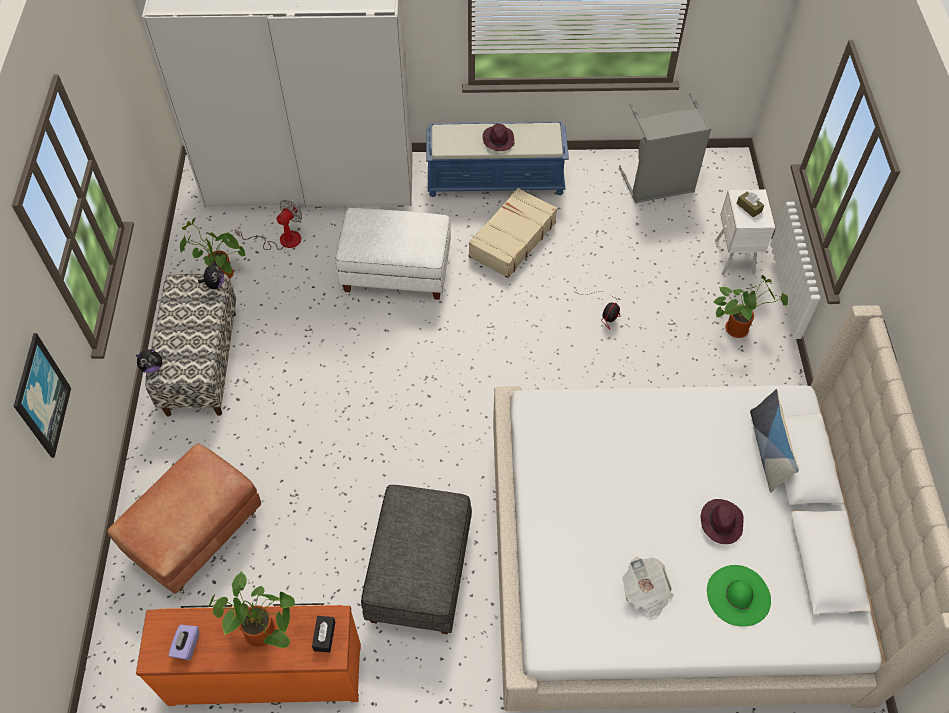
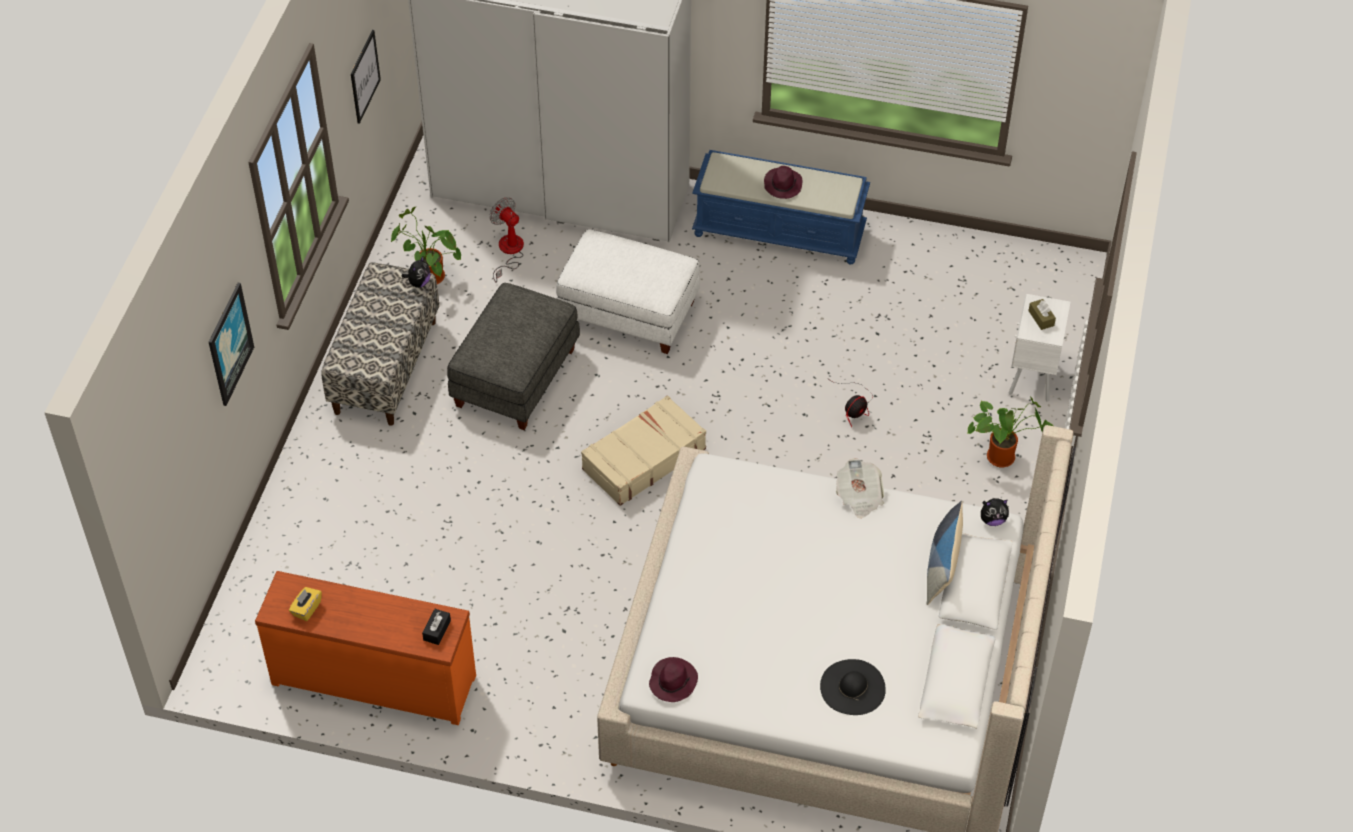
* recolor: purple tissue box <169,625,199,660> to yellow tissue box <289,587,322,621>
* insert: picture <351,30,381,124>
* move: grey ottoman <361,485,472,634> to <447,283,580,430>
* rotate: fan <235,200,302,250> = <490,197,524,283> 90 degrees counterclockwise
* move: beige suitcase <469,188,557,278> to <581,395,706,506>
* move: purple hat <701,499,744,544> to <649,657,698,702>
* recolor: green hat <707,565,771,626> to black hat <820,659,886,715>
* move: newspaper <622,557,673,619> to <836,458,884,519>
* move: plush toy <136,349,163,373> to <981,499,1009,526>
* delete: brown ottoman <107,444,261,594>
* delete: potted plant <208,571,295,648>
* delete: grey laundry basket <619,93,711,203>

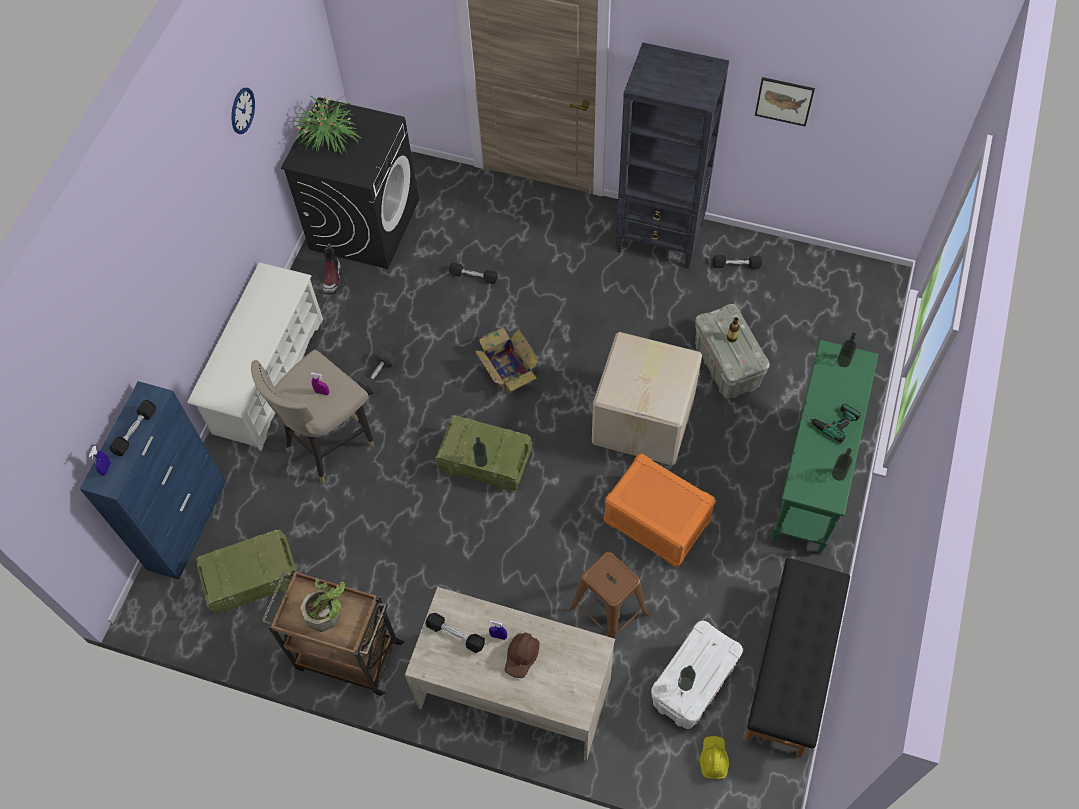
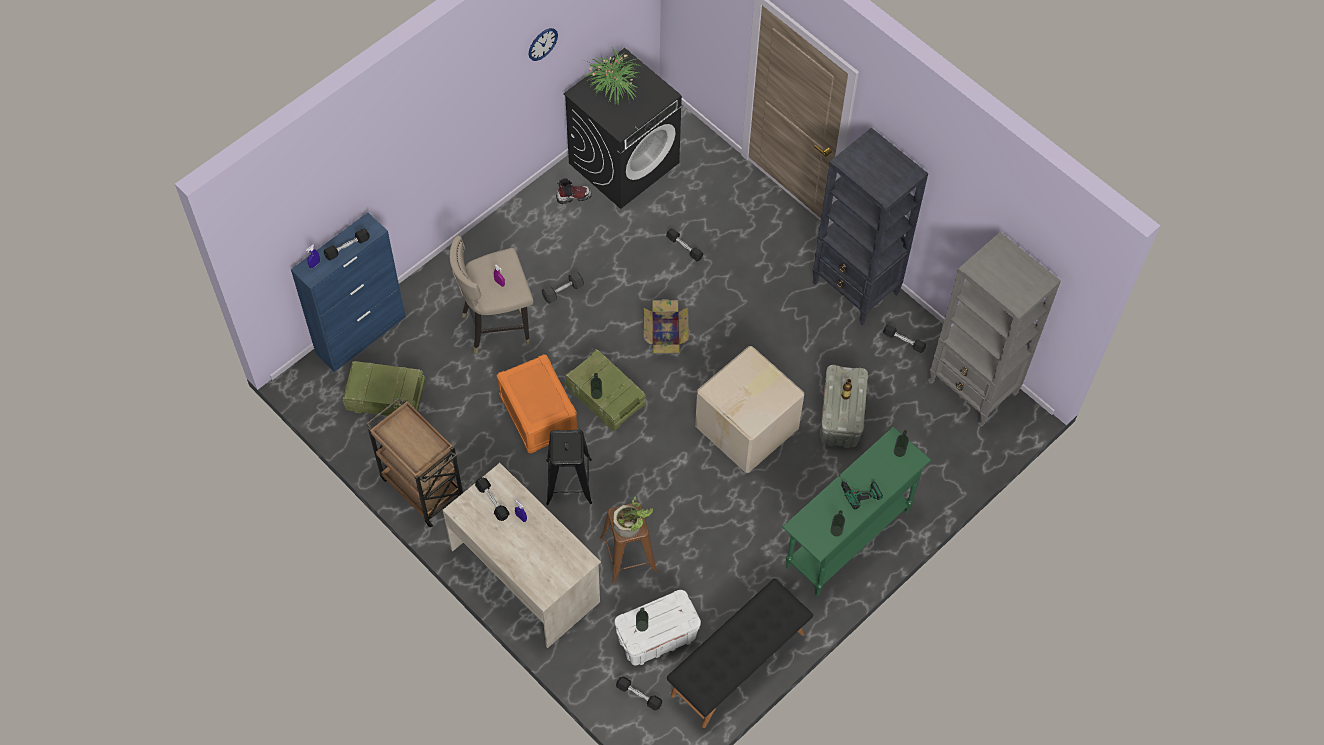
* move: orange storage box <604,453,716,567> to <497,354,578,453>
* insert: black stool <546,430,592,505>
* rotate: boot <323,243,342,295> = <556,178,592,204> 135 degrees counterclockwise
* move: potted plant <301,578,345,632> to <613,496,653,538>
* replace: yellow hard hat <700,736,729,779> to black dumbbell <616,677,662,710>
* insert: grey bookcase <928,232,1061,427>
* delete: white shoe rack <187,262,323,451>
* delete: brown hard hat <505,632,540,678>
* delete: picture <755,77,815,127>

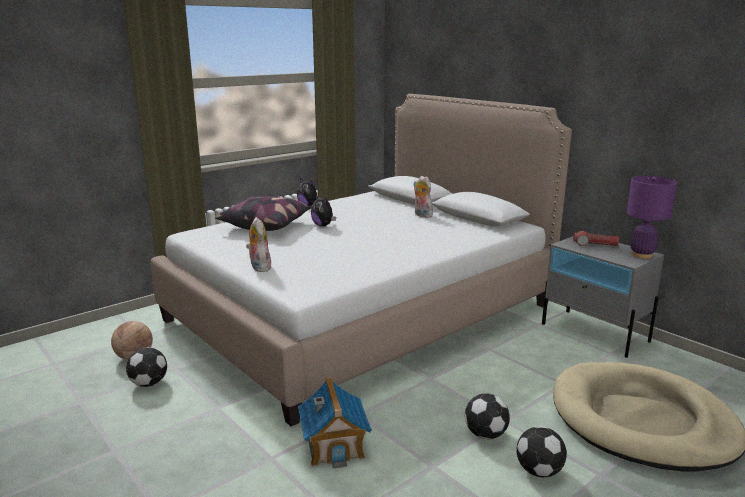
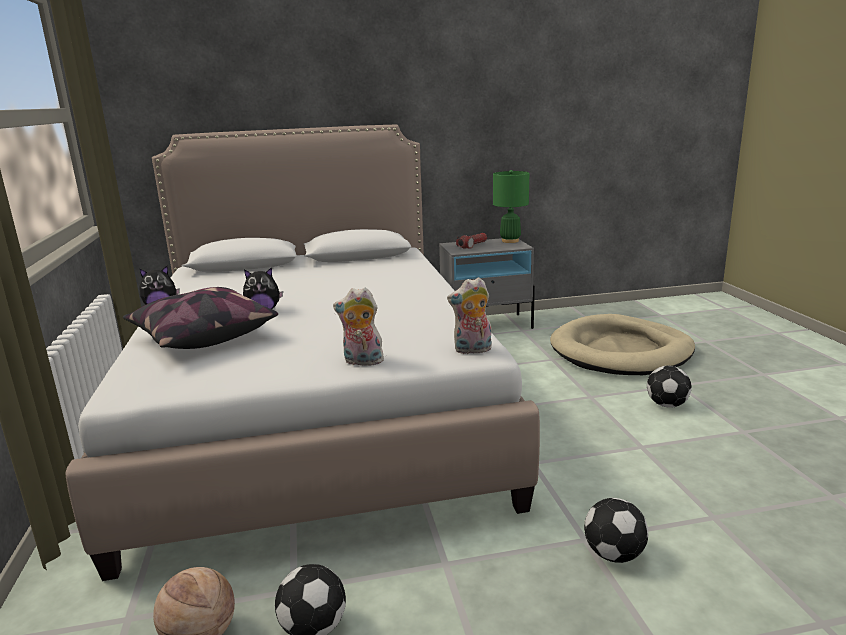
* move: plush toy <413,176,433,218> to <447,277,492,354>
* recolor: purple table lamp <627,176,677,259> to green table lamp <493,170,529,243>
* move: football <465,393,510,439> to <584,498,648,563>
* delete: toy house <298,377,372,469>

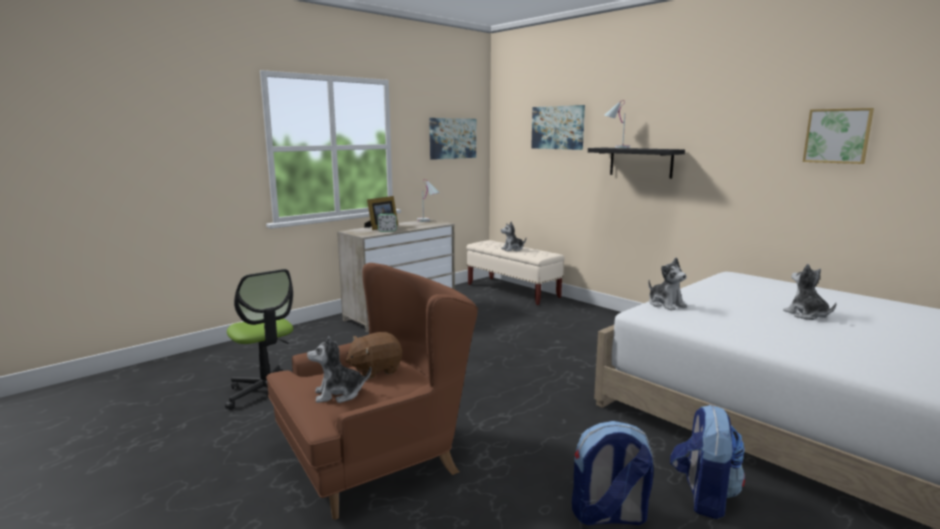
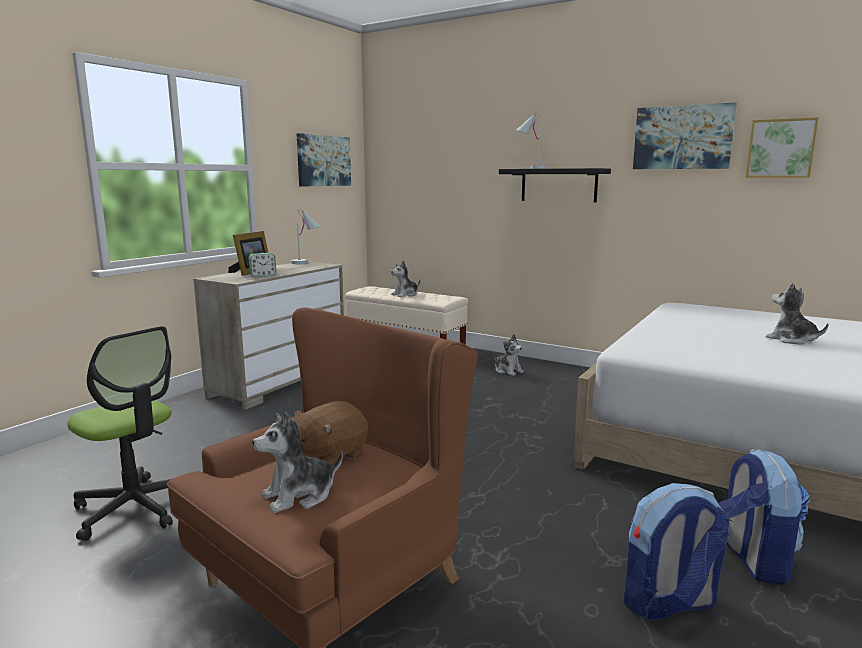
* move: plush toy <648,258,687,311> to <493,334,524,376>
* move: picture <531,105,585,150> to <633,102,737,169>

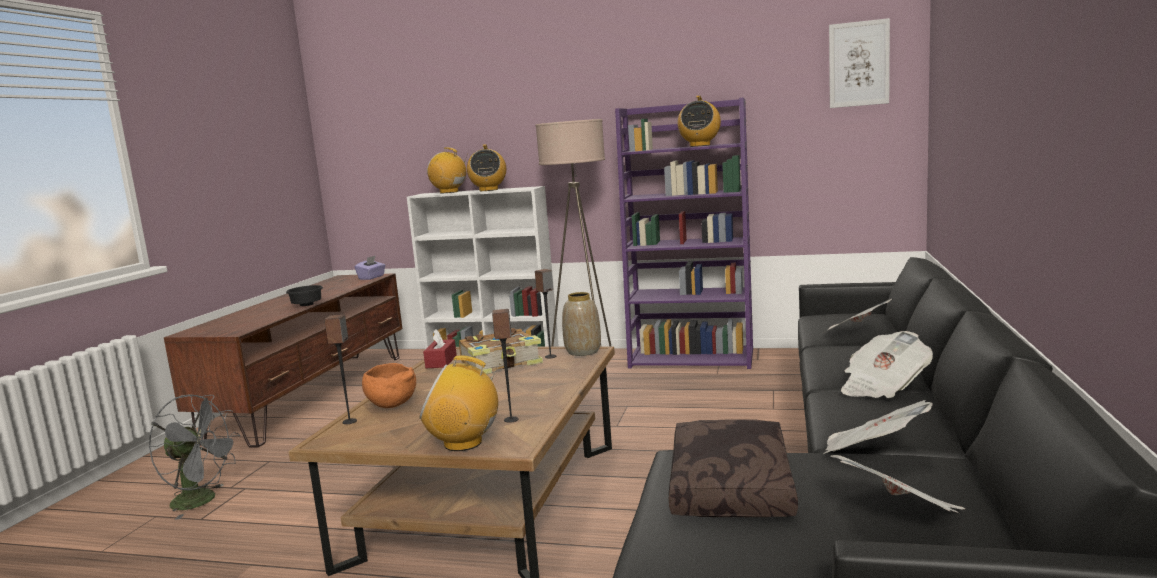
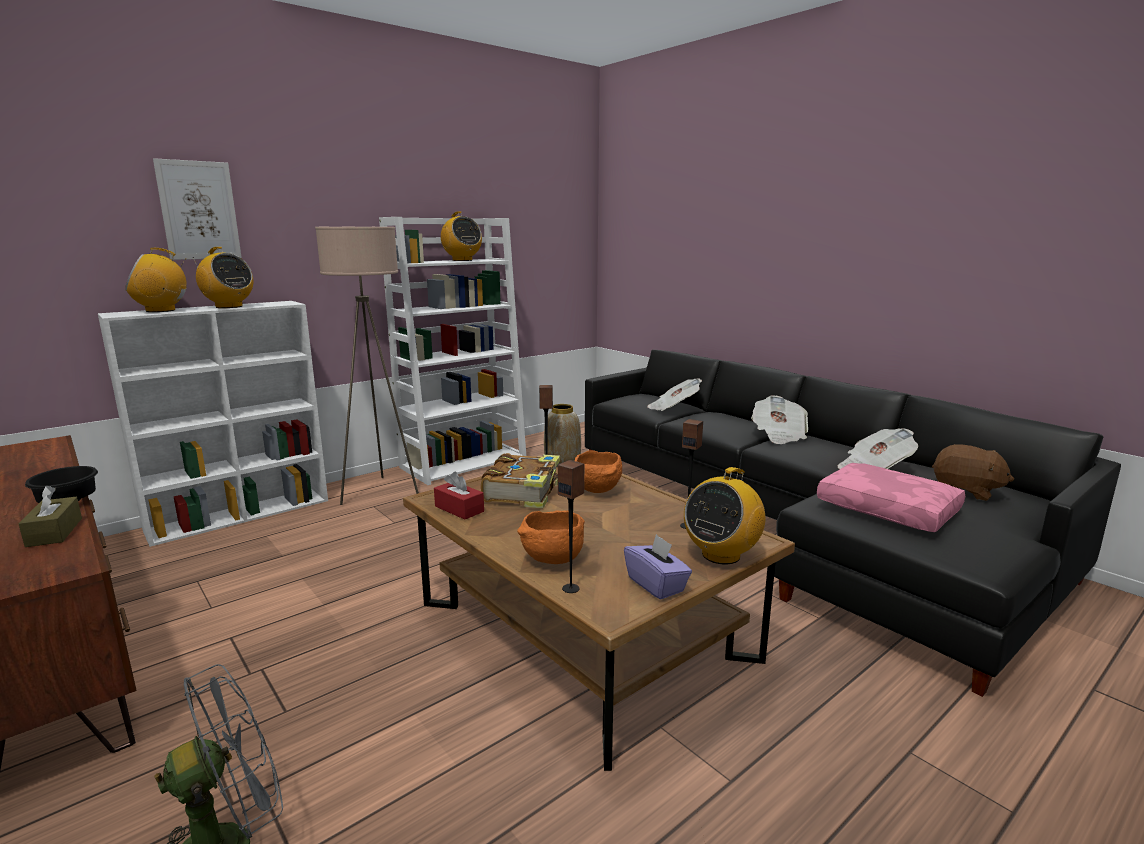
* insert: brown tissue box <19,486,82,547>
* move: picture <829,18,890,108> to <153,158,242,260>
* recolor: purple bookcase <615,98,753,369> to white bookcase <379,217,526,485>
* insert: orange bowl <574,450,622,493>
* move: purple tissue box <355,255,386,280> to <624,534,692,600>
* recolor: brown pillow <669,419,798,517> to pink pillow <817,463,965,532>
* replace: newspaper <831,455,965,513> to brown plush toy <932,444,1014,501>

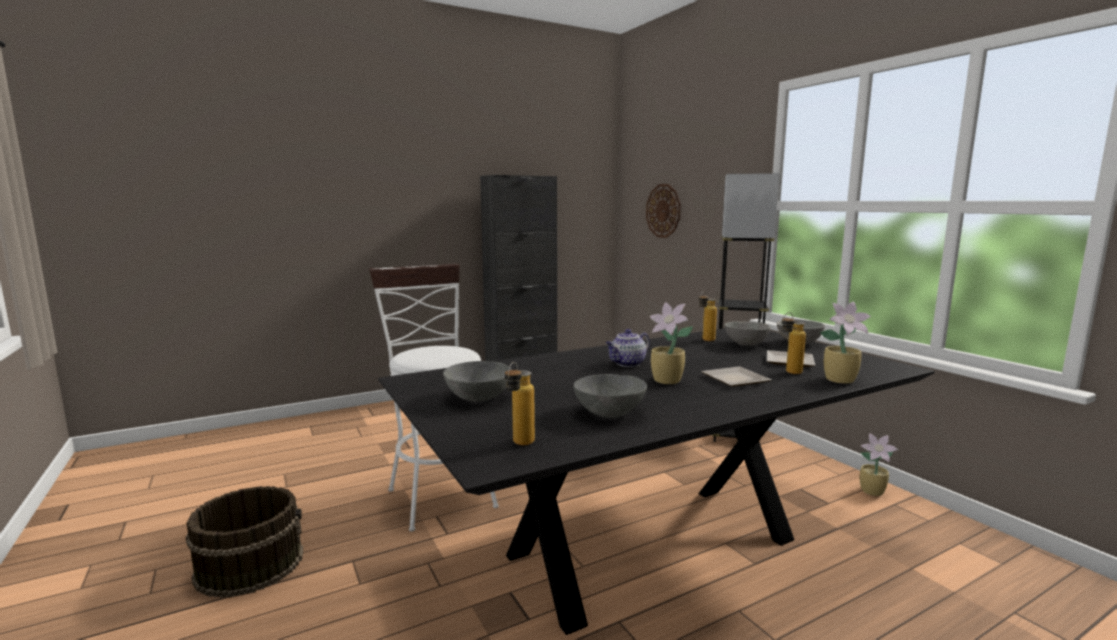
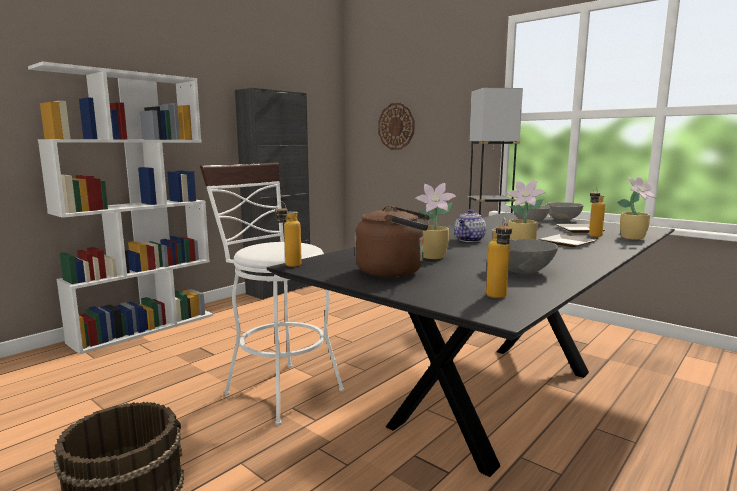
* insert: white bookcase <28,62,213,354>
* move: bottle <699,291,717,341> to <275,202,302,267>
* replace: grey bowl <443,361,512,402> to brown kettle <355,206,430,277>
* move: potted plant <860,433,898,496> to <415,183,457,259>

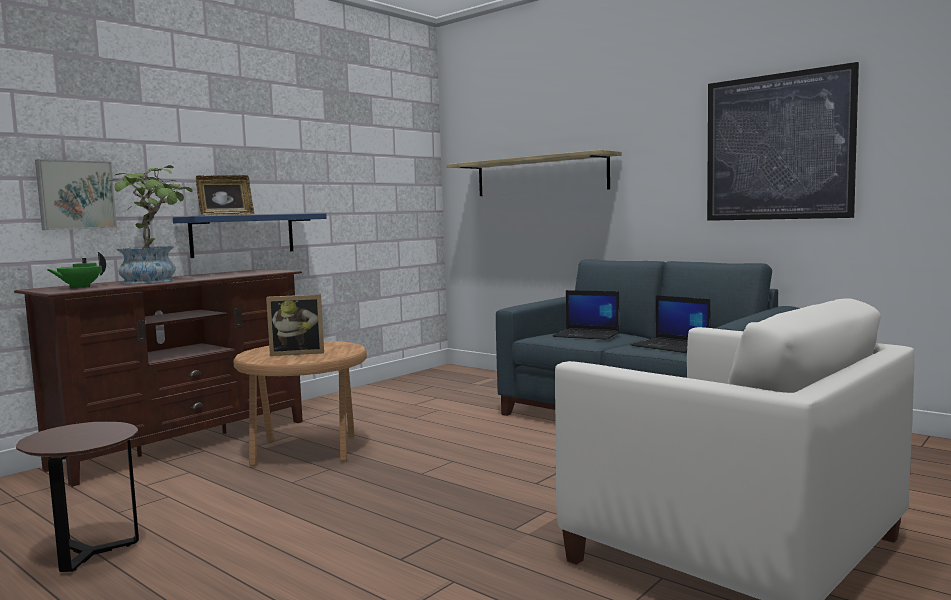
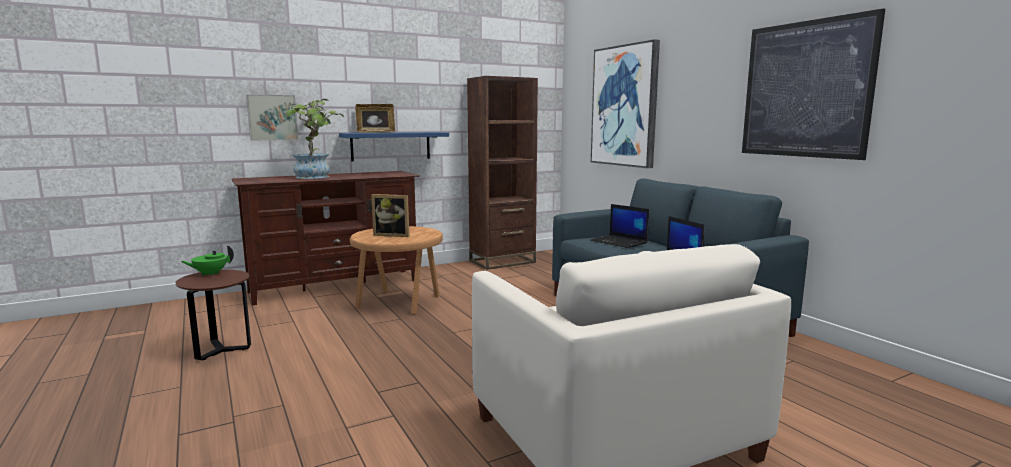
* move: green teapot <47,252,106,288> to <181,245,234,276>
* insert: brown bookcase <467,76,538,270>
* replace: shelf <447,150,622,196> to picture <591,39,660,168>

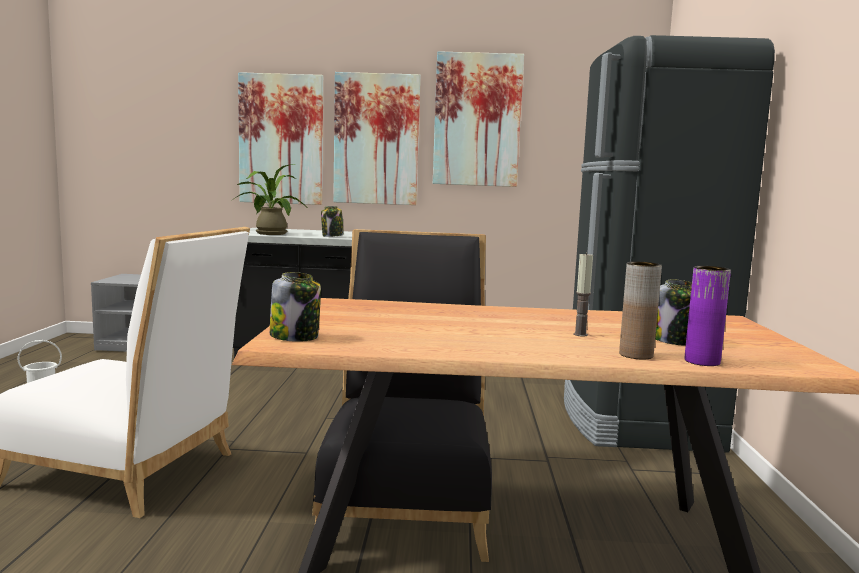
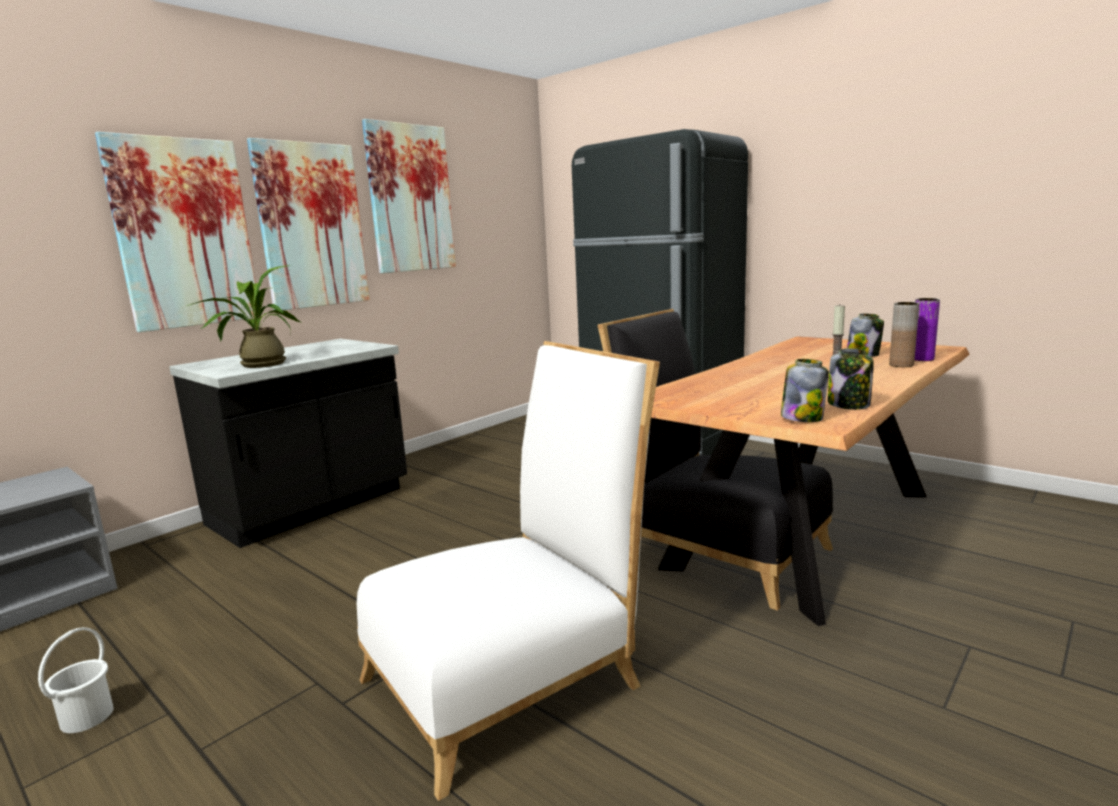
* move: jar <321,206,344,237> to <828,348,874,410>

